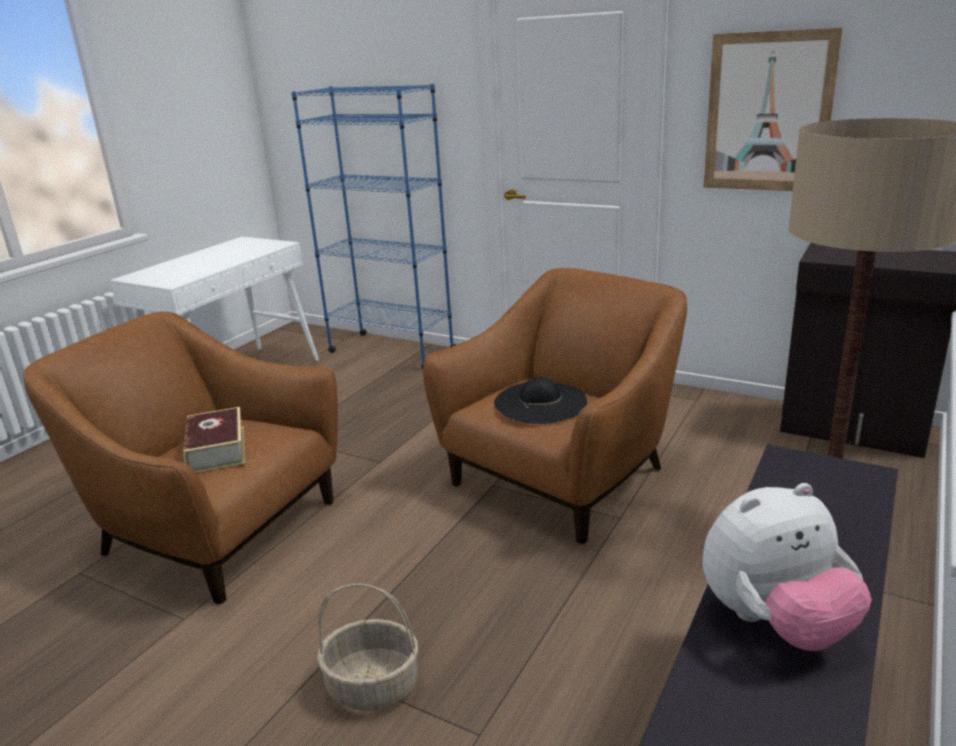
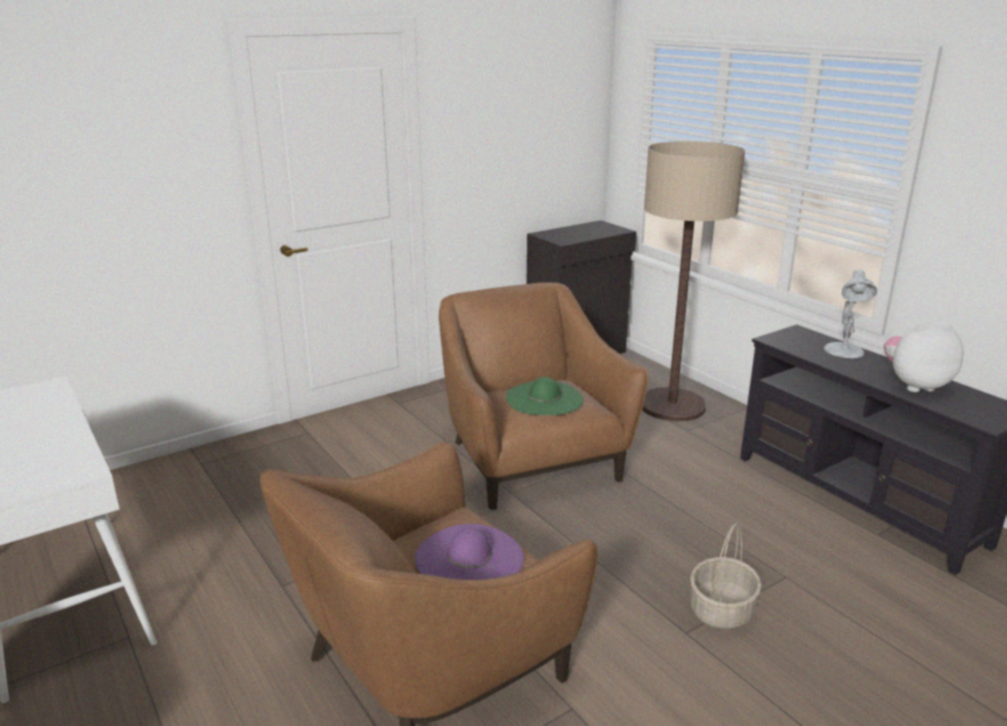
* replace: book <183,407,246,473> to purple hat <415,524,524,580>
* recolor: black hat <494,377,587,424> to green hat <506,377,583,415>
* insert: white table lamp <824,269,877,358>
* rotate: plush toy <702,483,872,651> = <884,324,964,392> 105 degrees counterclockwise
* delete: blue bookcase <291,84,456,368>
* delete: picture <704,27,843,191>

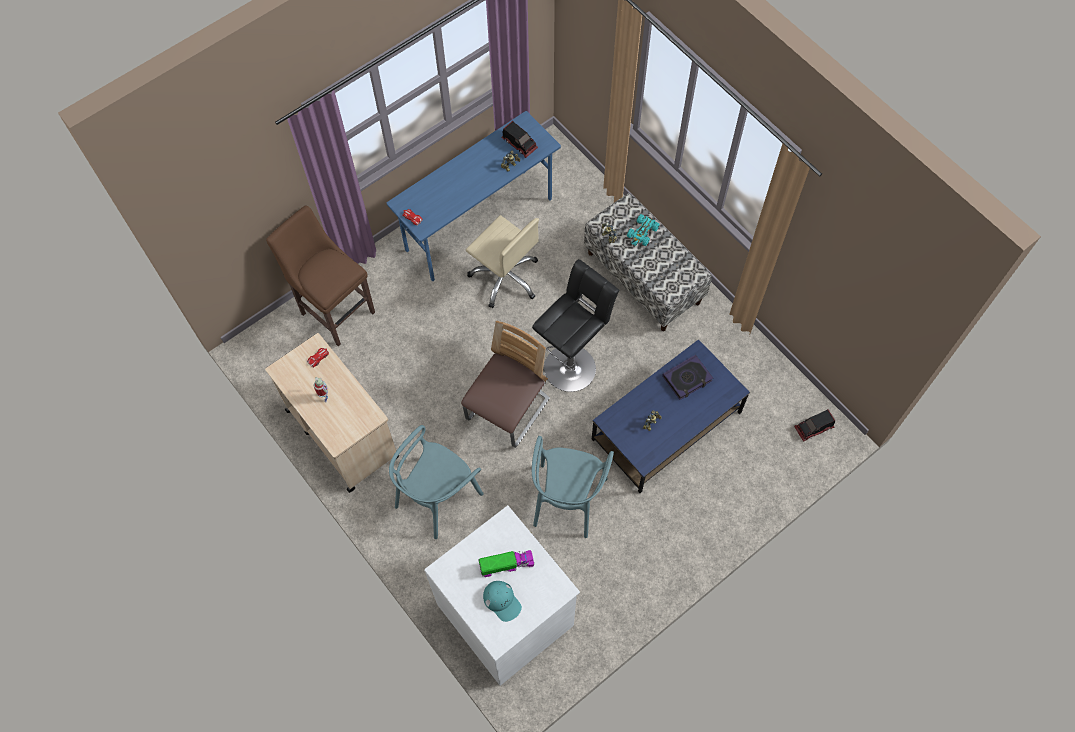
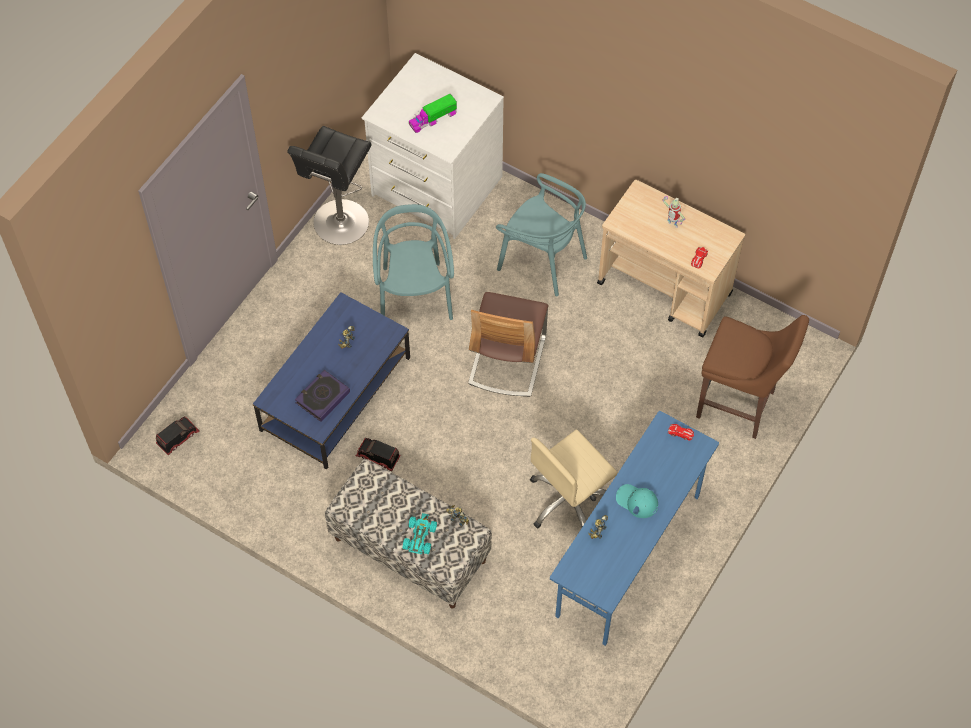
* move: black stool <532,259,619,392> to <287,126,372,245>
* move: toy truck <501,121,538,158> to <356,438,401,471>
* rotate: turquoise chair <389,425,483,539> = <496,173,587,296> 105 degrees clockwise
* rotate: beige office chair <466,215,539,308> = <530,430,618,529> 60 degrees counterclockwise
* move: turquoise cap <483,581,522,622> to <616,484,658,518>

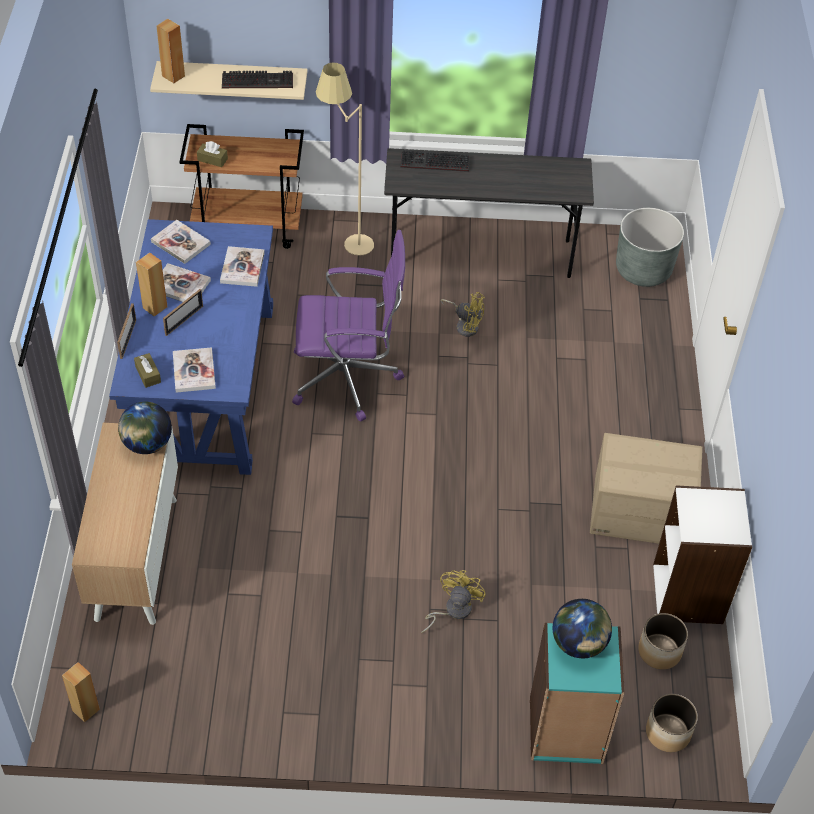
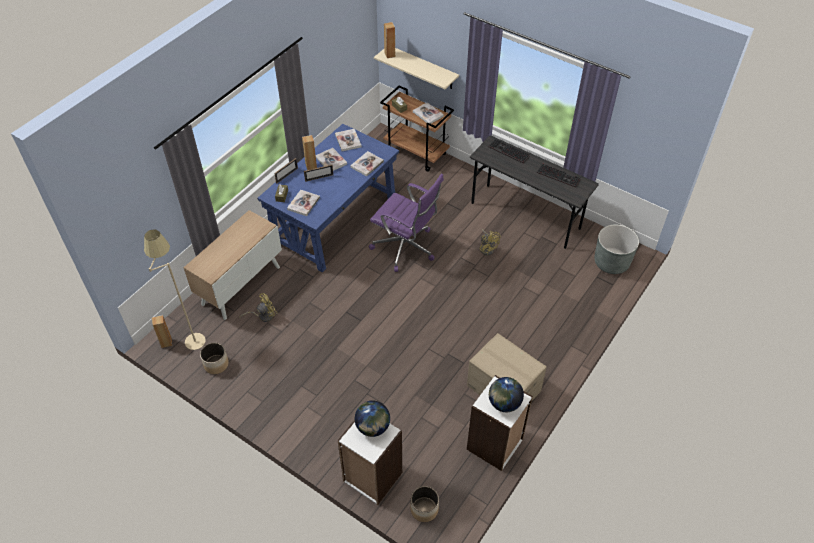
* move: beige floor lamp <316,63,374,256> to <144,229,206,350>
* move: planter <638,613,688,670> to <200,343,229,374>
* move: yellow fan <421,570,486,633> to <239,293,278,322>
* recolor: turquoise bookcase <530,623,625,764> to white bookcase <338,420,402,505>
* insert: book <413,102,444,124>
* move: globe <118,402,172,454> to <489,377,524,412>
* move: keyboard <222,71,293,88> to <537,164,581,188>

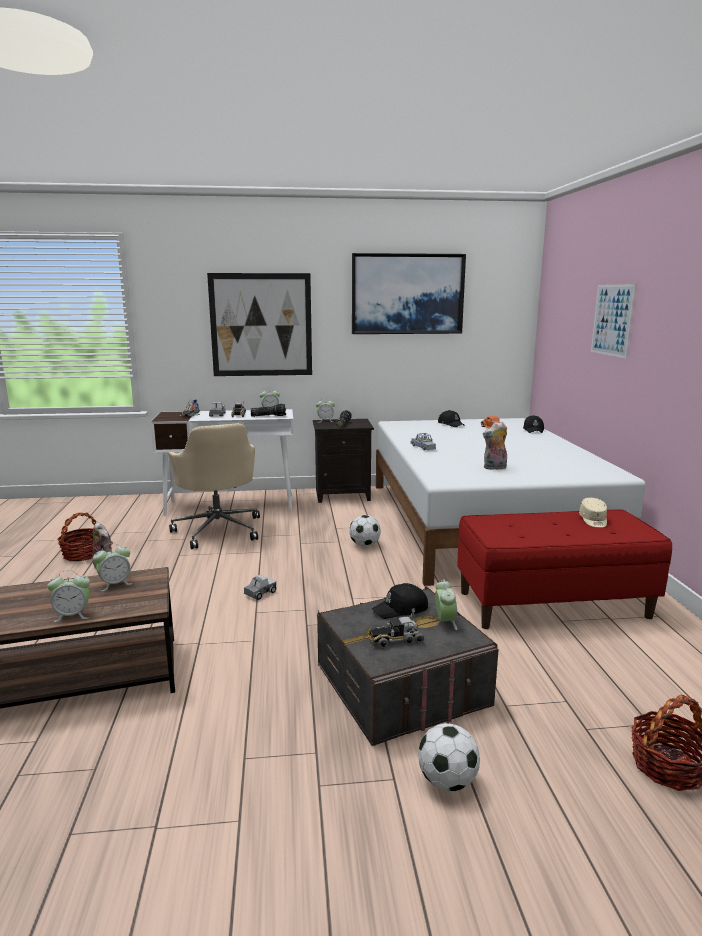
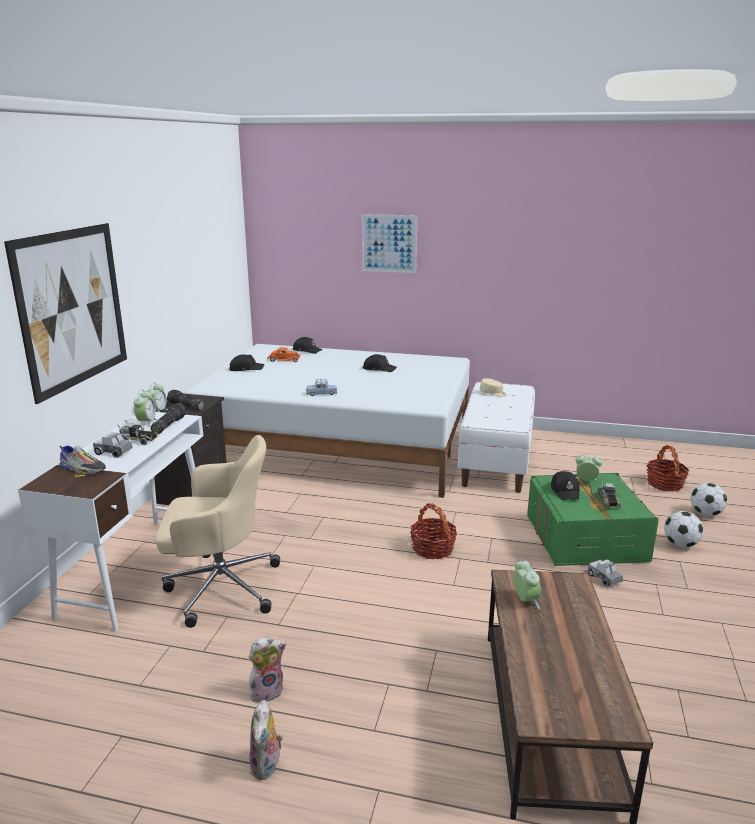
* move: plush toy <483,422,507,470> to <249,700,283,780>
* insert: black cap <363,354,397,372>
* move: basket <57,512,96,561> to <410,503,457,559>
* recolor: red bench <457,510,672,629> to white bench <458,382,535,493>
* recolor: grey storage box <317,586,499,746> to green storage box <527,473,659,566>
* move: toy truck <244,575,276,600> to <588,559,623,587>
* move: football <349,515,381,547> to <690,483,727,516>
* delete: alarm clock <47,570,90,622>
* delete: picture <352,253,466,334>

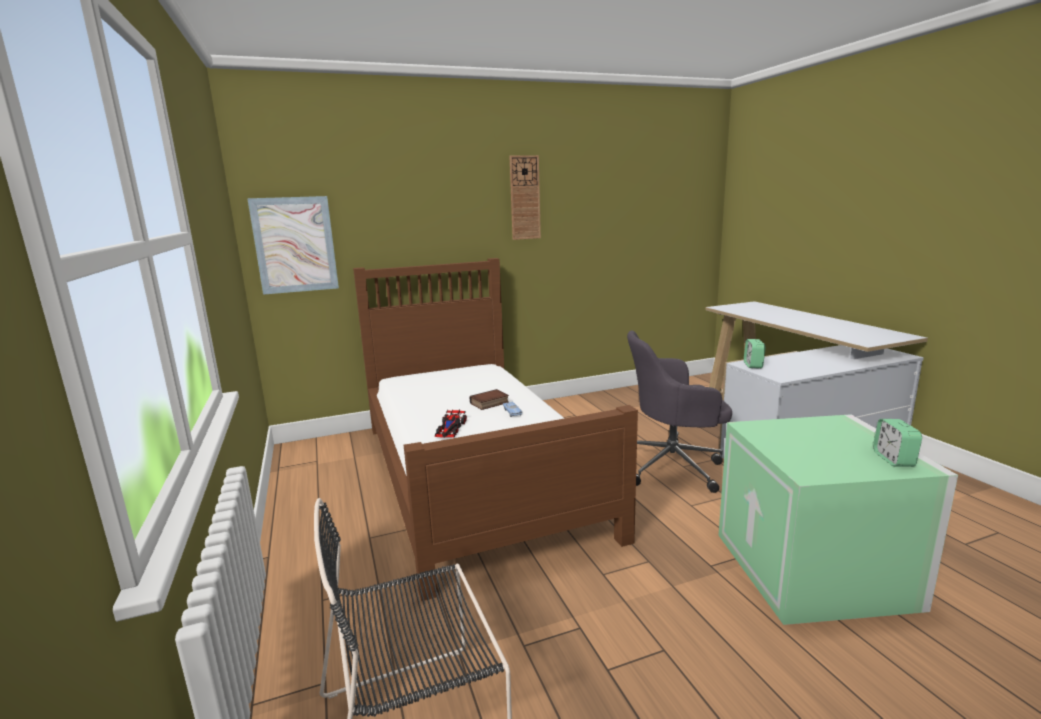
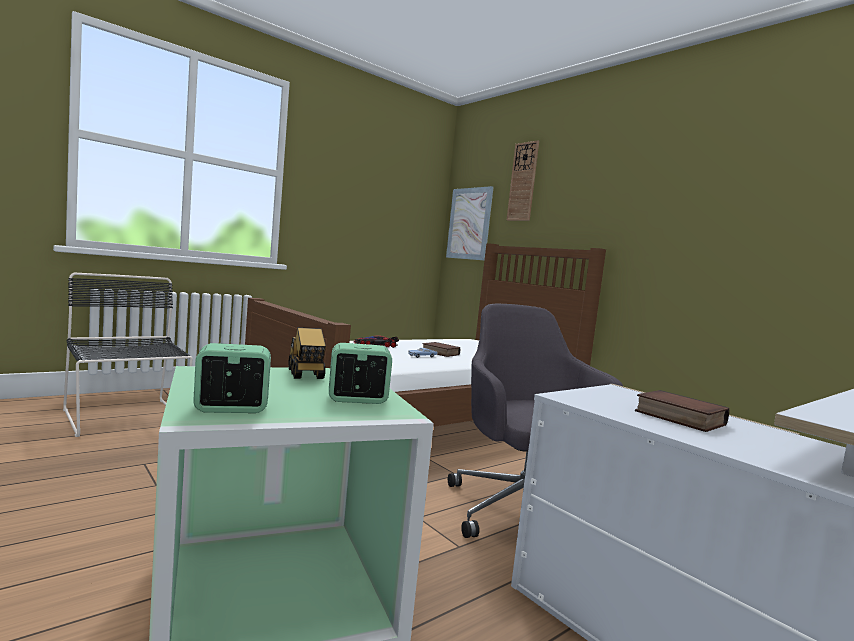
* insert: toy truck <288,327,326,379>
* move: alarm clock <744,339,766,368> to <329,343,392,404>
* move: wall clock <509,155,541,240> to <507,140,539,221>
* insert: book <635,390,729,432>

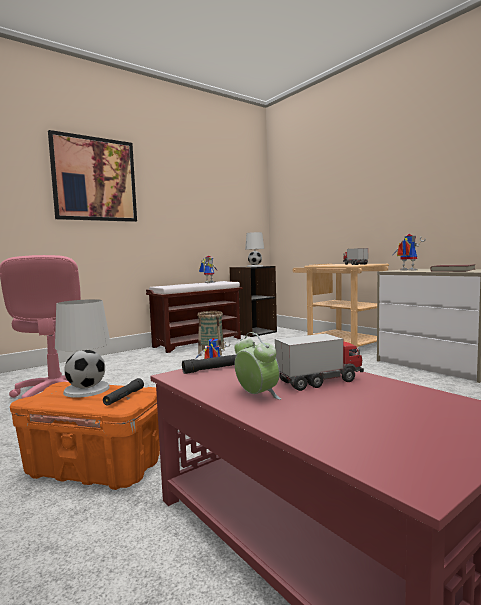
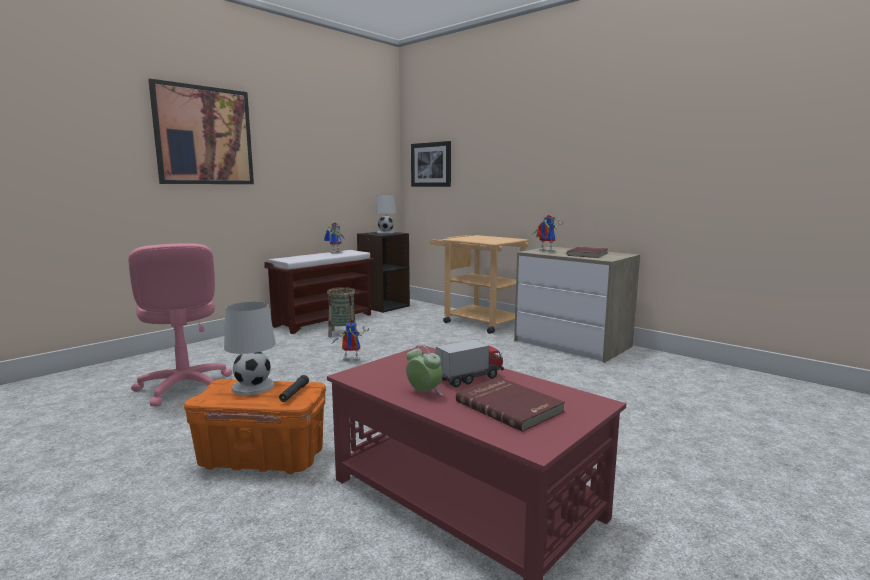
* insert: picture <411,141,451,187>
* insert: red book <456,377,565,432>
* delete: black flashlight <182,354,237,374>
* delete: toy truck <343,248,368,265>

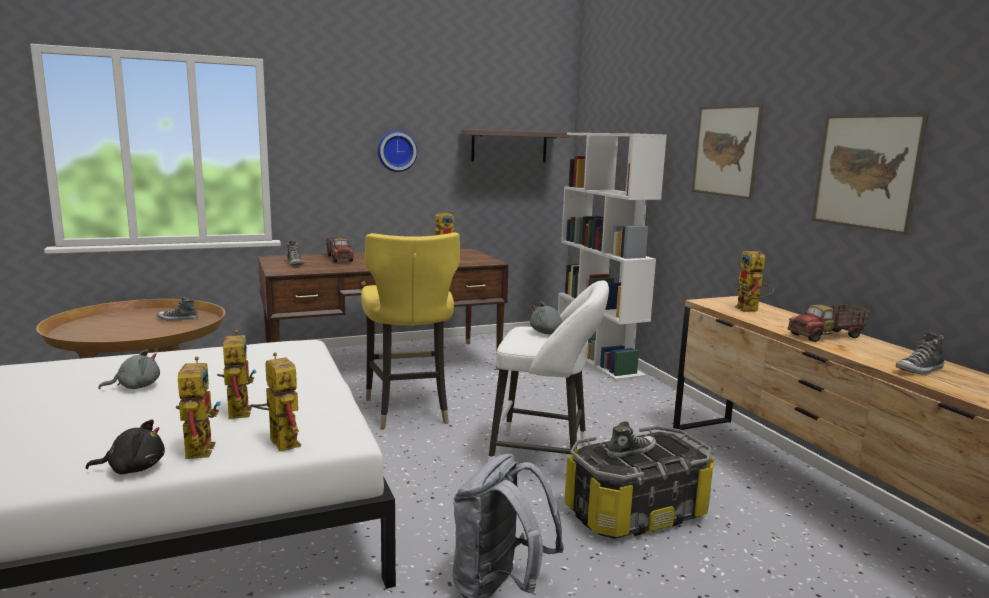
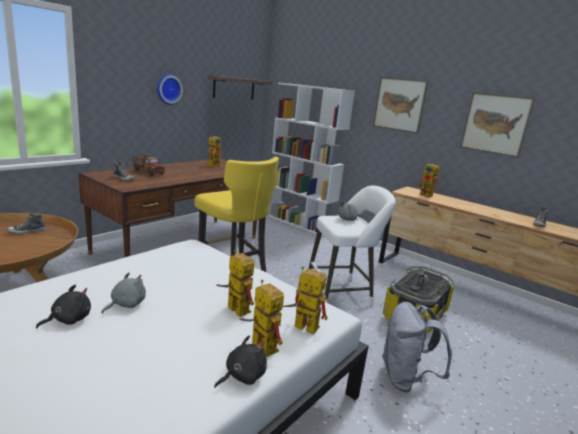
* insert: black plush toy <36,284,91,328>
* delete: toy truck <788,304,870,342>

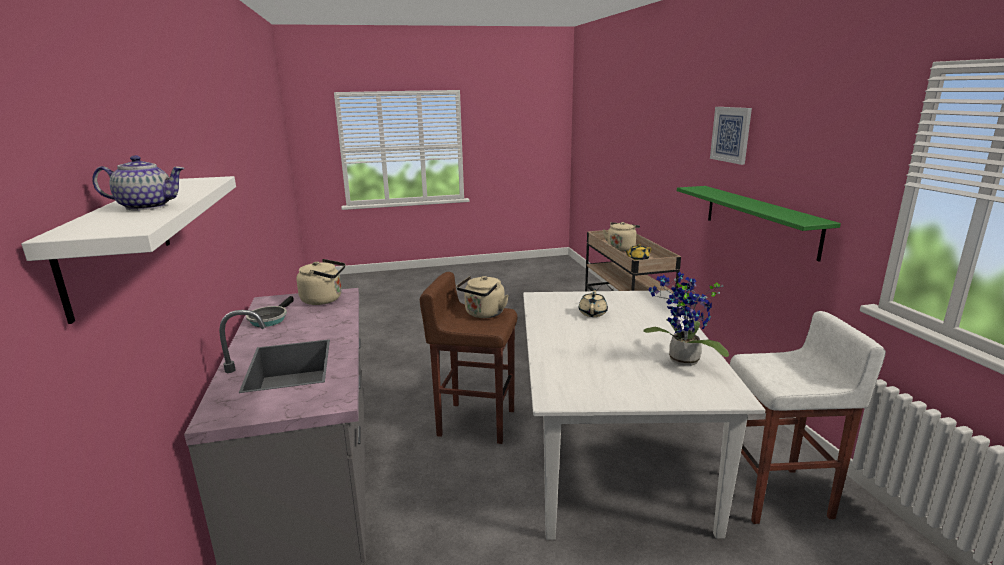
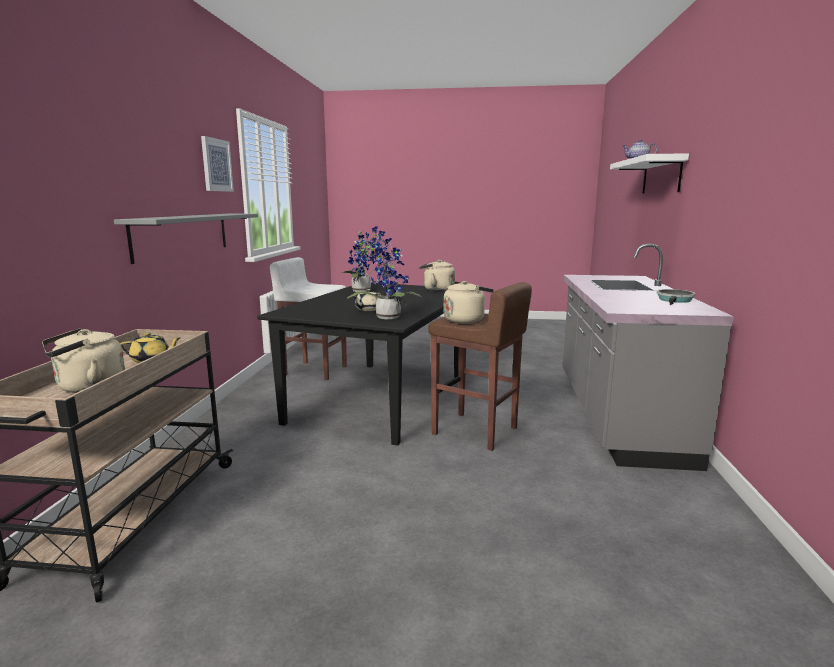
* recolor: green shelf <677,186,841,262> to grey shelf <114,214,258,264>
* move: picture <710,107,752,165> to <201,136,234,192>
* recolor: white dining table <523,290,765,540> to black dining table <257,283,459,446>
* insert: potted plant <347,233,422,319>
* move: beige kettle <296,259,345,305> to <419,260,455,292>

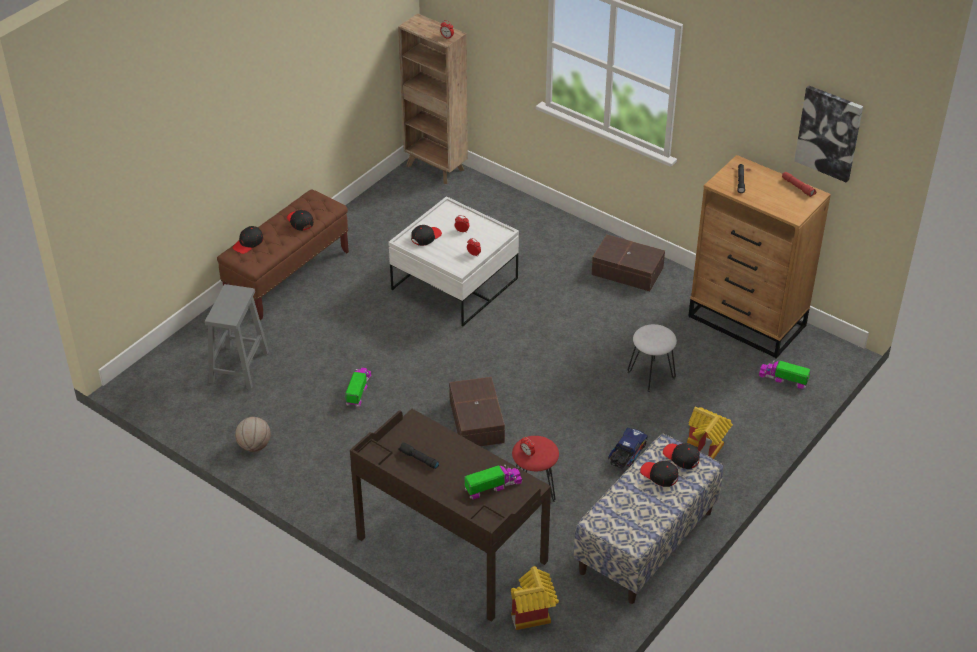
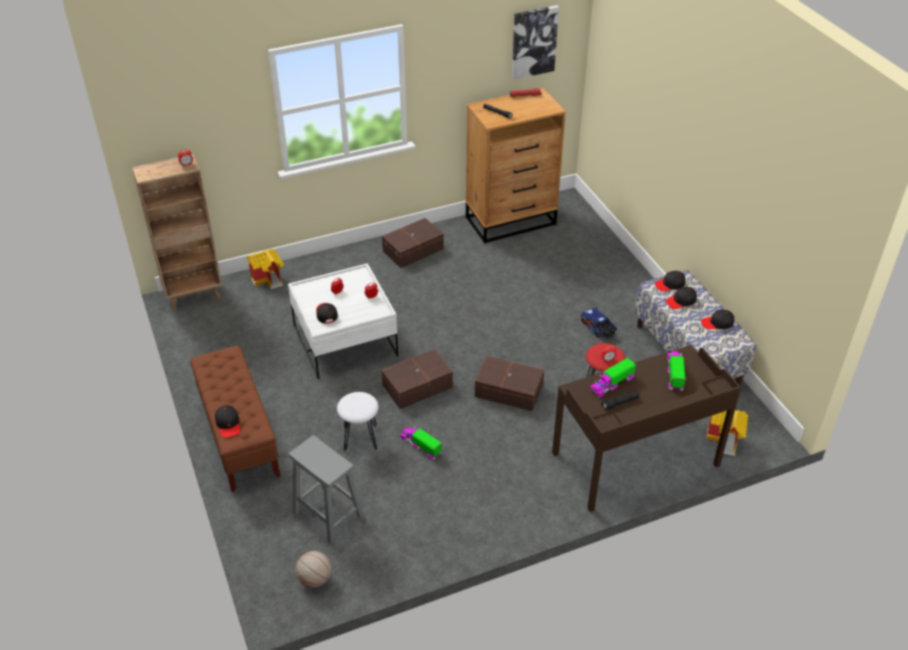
* move: toy house <687,407,733,459> to <247,249,284,289>
* move: basketball <235,417,271,452> to <295,551,331,588>
* move: white stool <627,324,677,392> to <337,392,379,452>
* insert: brown storage box <381,349,453,409>
* move: toy truck <758,360,811,389> to <590,358,636,398>
* move: black cap <287,210,314,231> to <701,310,734,330>

